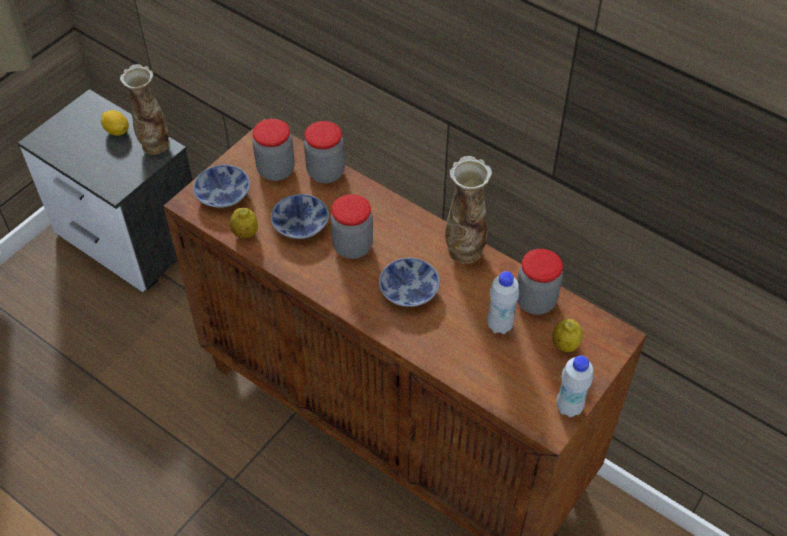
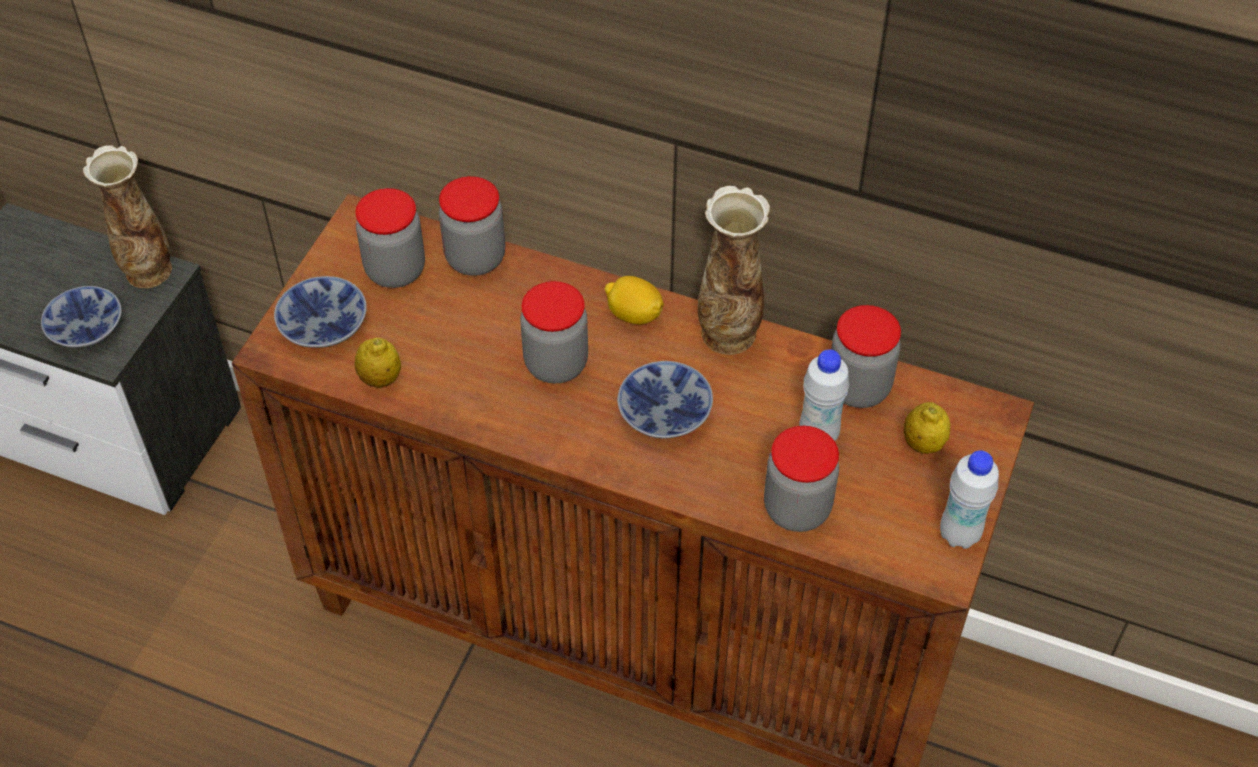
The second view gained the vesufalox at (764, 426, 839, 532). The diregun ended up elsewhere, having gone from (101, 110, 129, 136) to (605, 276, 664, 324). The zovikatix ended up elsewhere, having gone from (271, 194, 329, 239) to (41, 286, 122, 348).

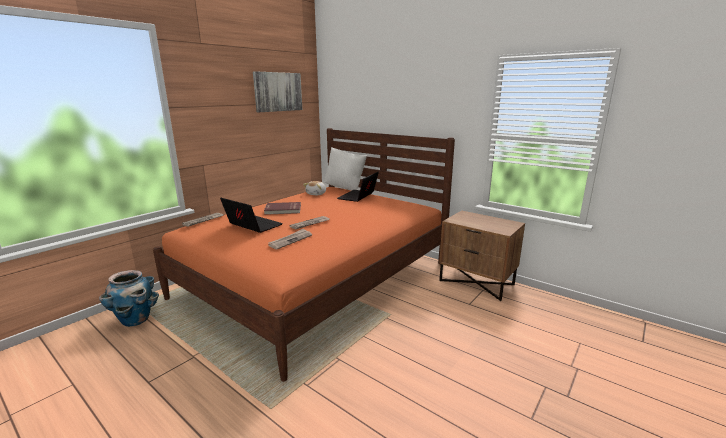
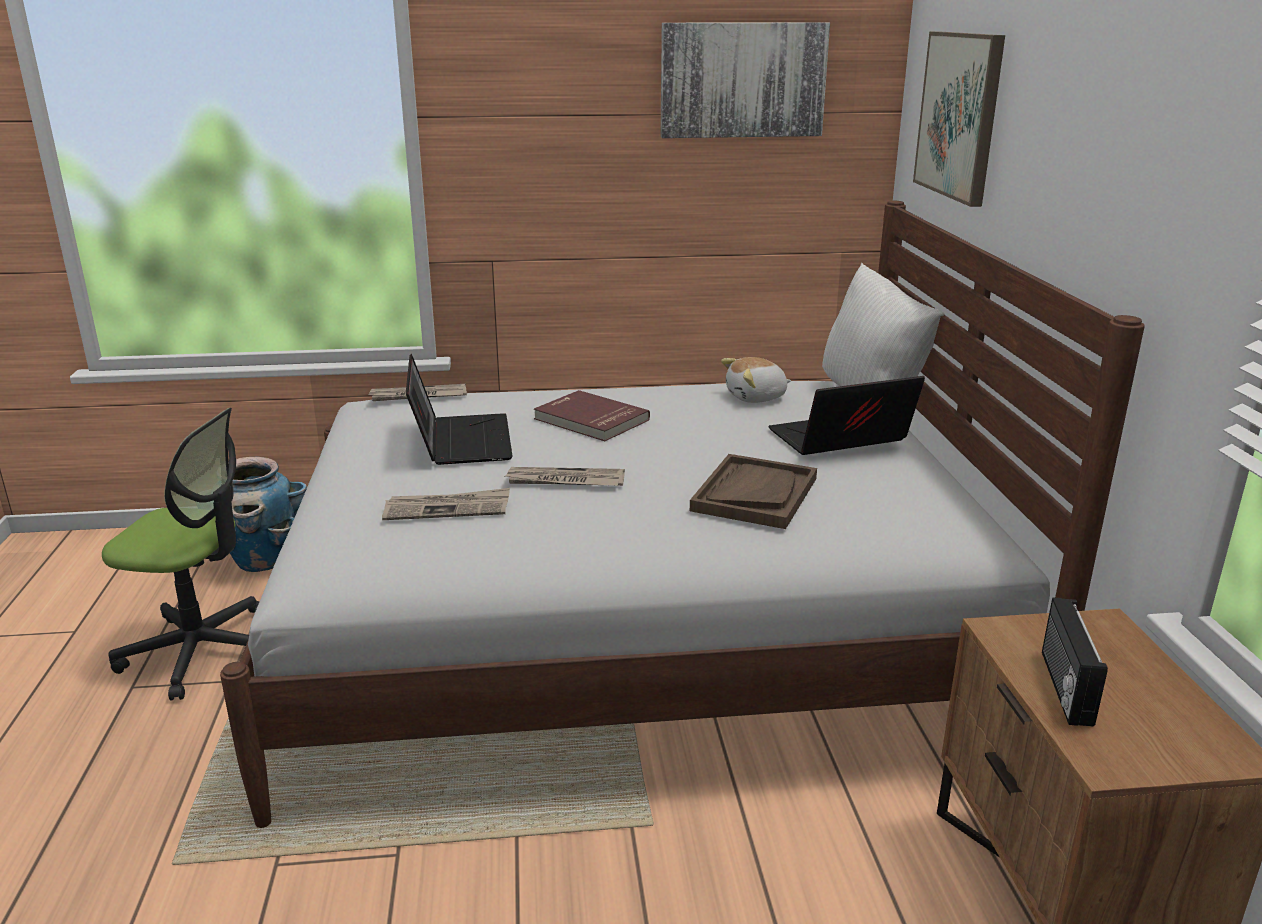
The second view gained the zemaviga at (102, 408, 259, 701). The second view gained the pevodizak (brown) at (690, 454, 817, 529). The second view gained the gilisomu at (913, 32, 1005, 207). The second view gained the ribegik at (1042, 597, 1108, 727). What was the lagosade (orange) at (153, 128, 455, 382) turned into the lagosade (white) at (220, 201, 1145, 828).

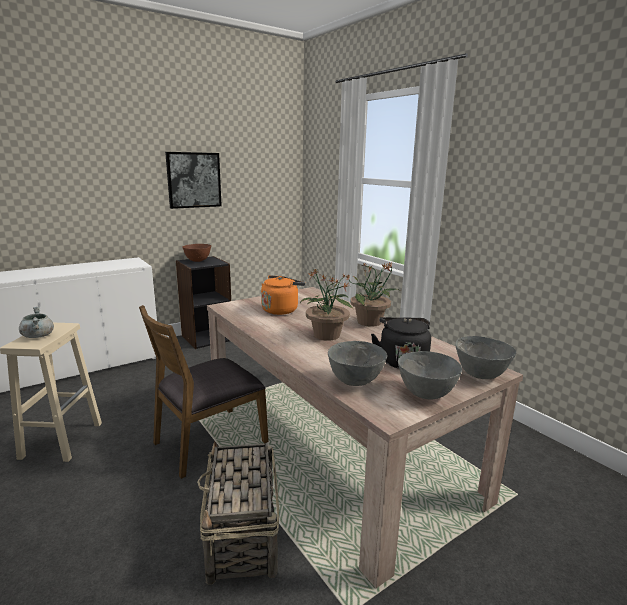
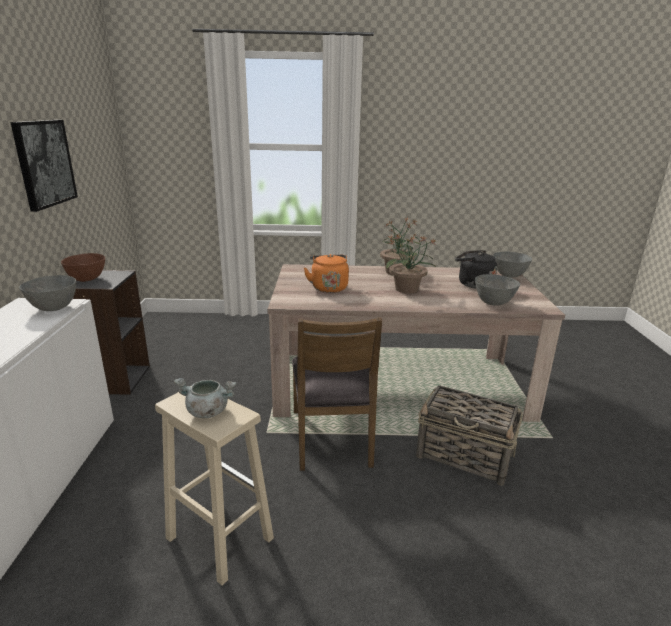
The zovikatix (grey) ended up elsewhere, having gone from (398, 351, 462, 399) to (19, 275, 76, 311).

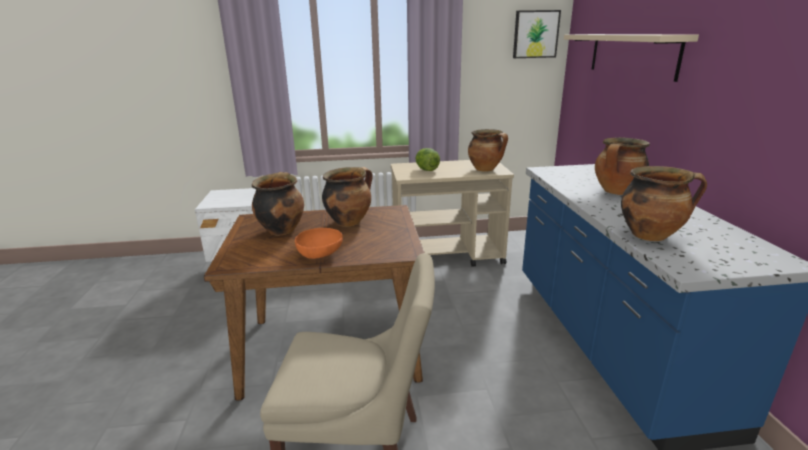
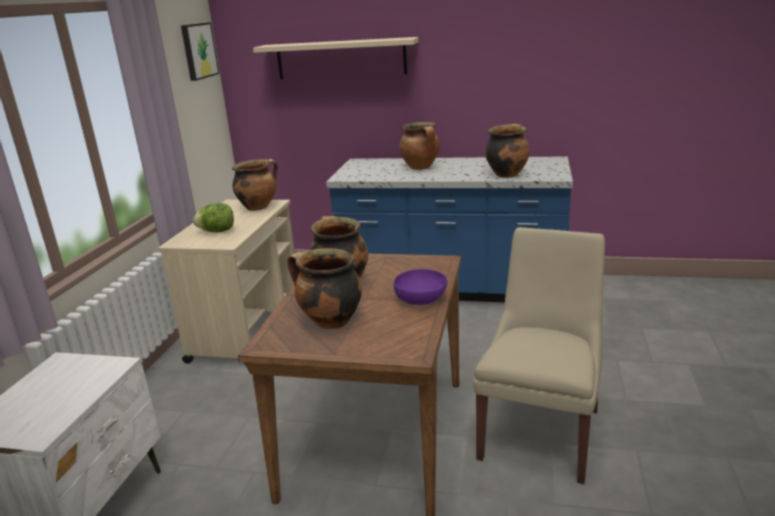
What was the zovikatix (orange) at (295, 228, 343, 259) turned into the zovikatix (purple) at (394, 269, 447, 305).

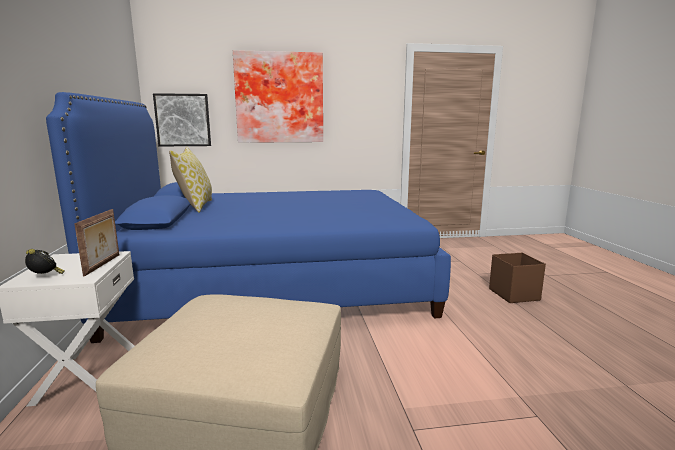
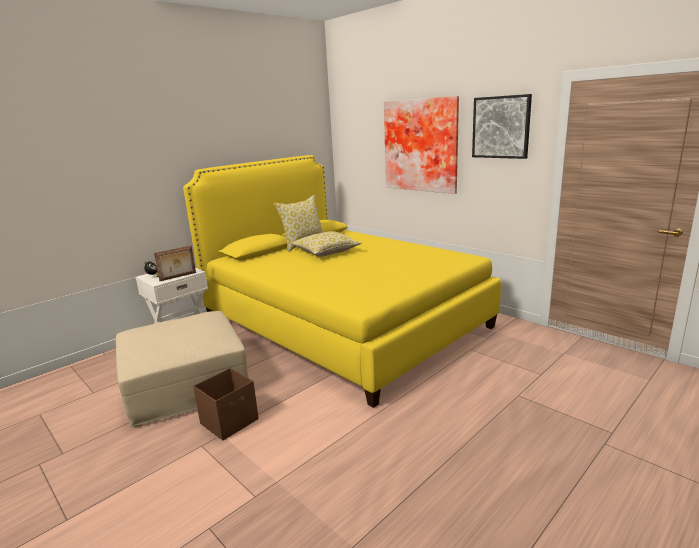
The second view gained the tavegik at (290, 231, 362, 257). The gilisomu ended up elsewhere, having gone from (153, 93, 211, 146) to (472, 94, 532, 159). The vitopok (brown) ended up elsewhere, having gone from (489, 253, 546, 303) to (193, 368, 259, 441). What was the lagosade (blue) at (46, 92, 451, 343) turned into the lagosade (yellow) at (183, 155, 501, 408).

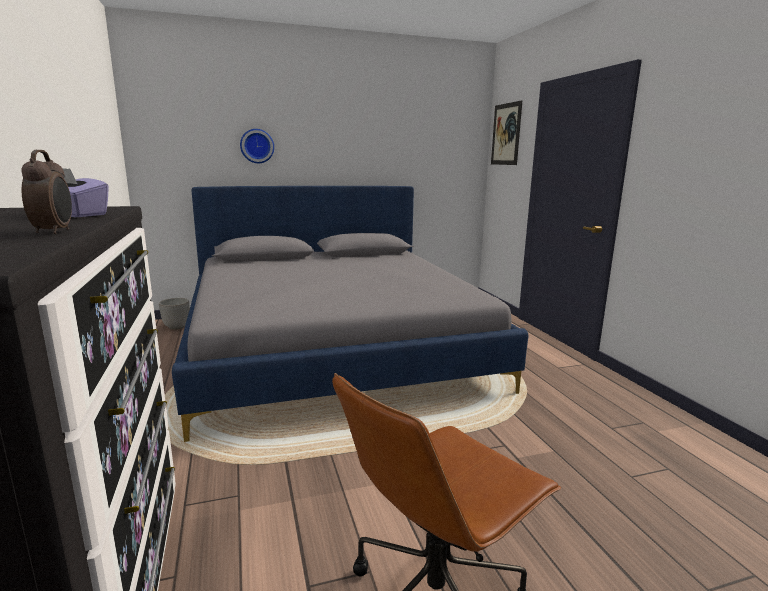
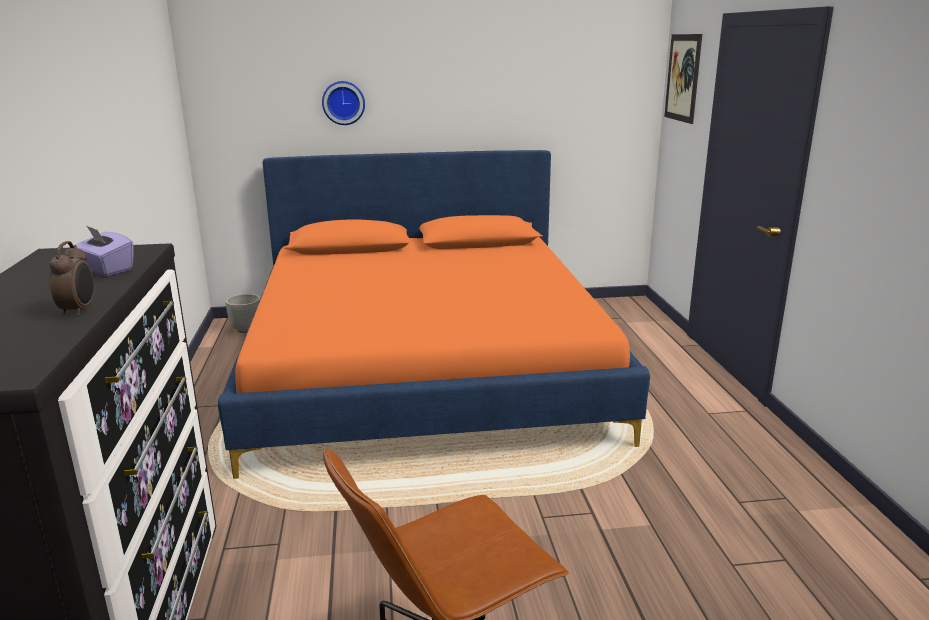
What was the lagosade (grey) at (172, 186, 529, 442) turned into the lagosade (orange) at (218, 150, 650, 479).

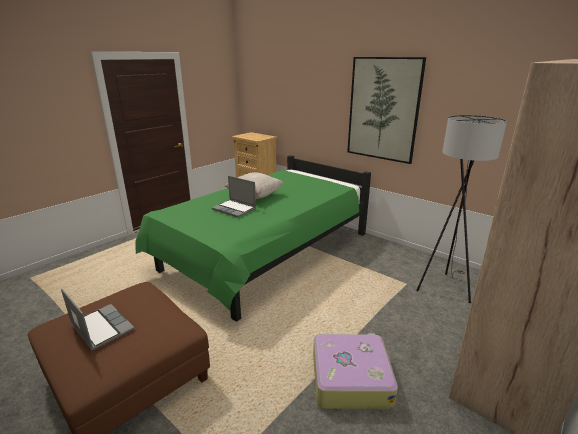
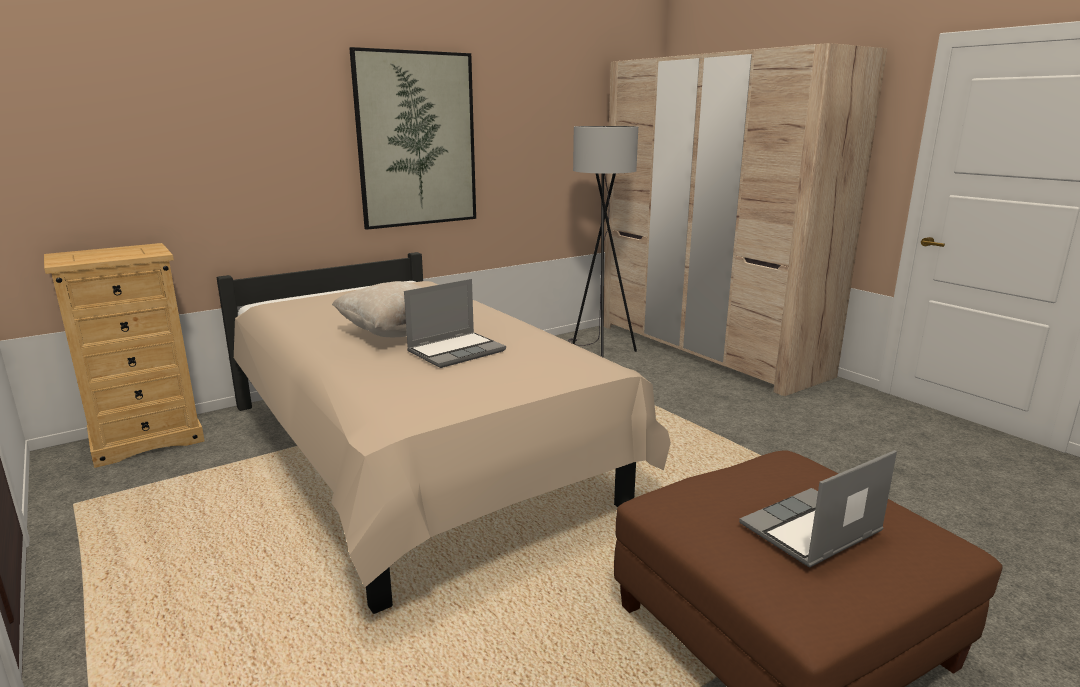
The second view lost the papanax at (313, 333, 398, 409). What was the lagosade (green) at (135, 155, 371, 322) turned into the lagosade (beige) at (217, 252, 671, 614).

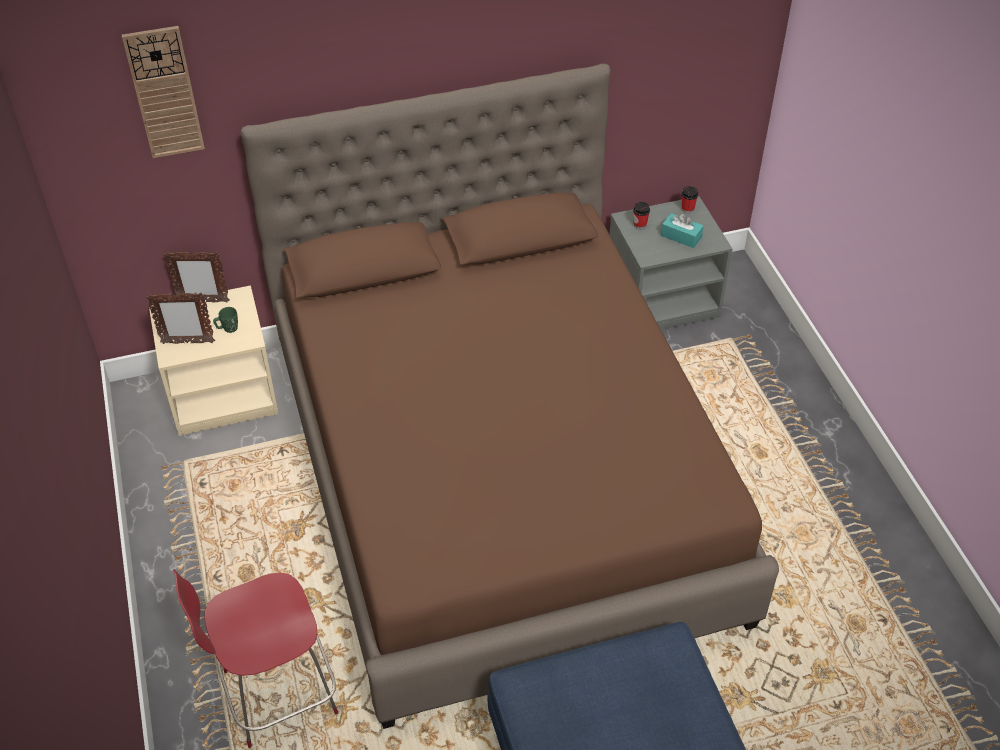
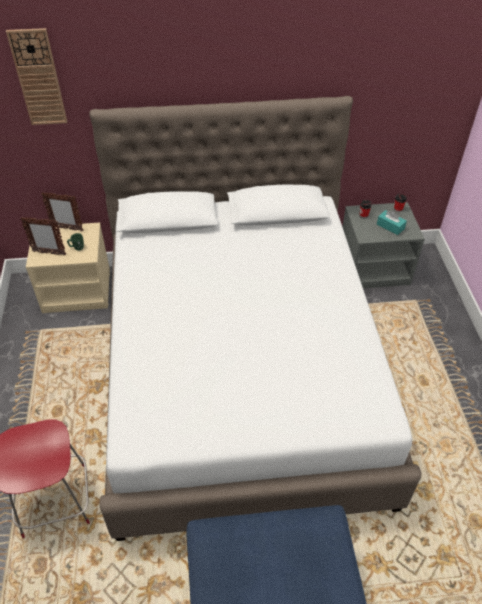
What was the lagosade (brown) at (241, 64, 779, 729) turned into the lagosade (white) at (89, 96, 421, 541).

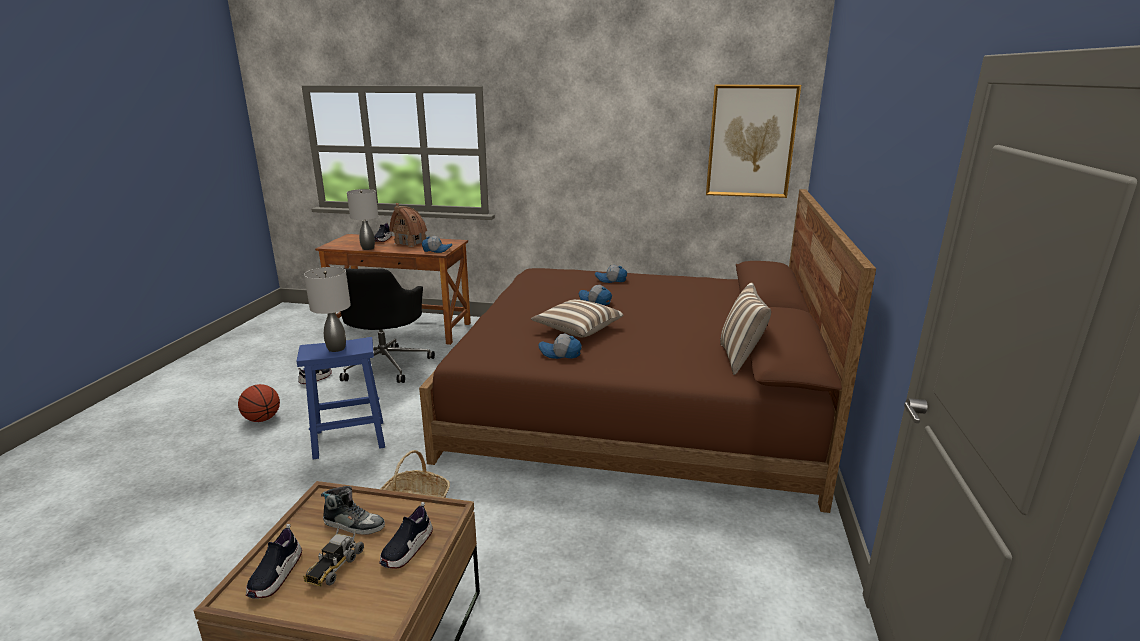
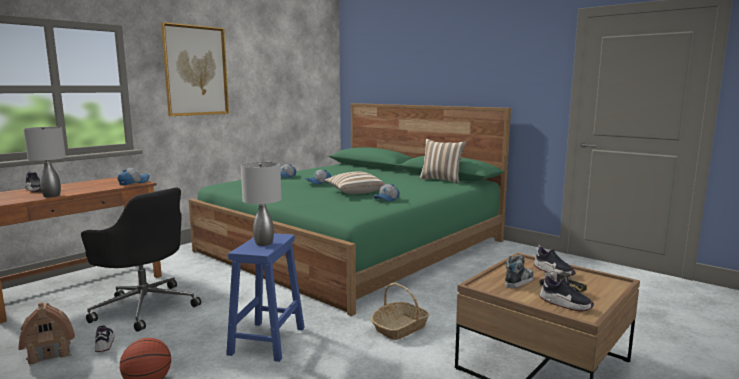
The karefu ended up elsewhere, having gone from (390, 203, 427, 247) to (18, 302, 75, 366). The gilisomu ended up elsewhere, having gone from (706, 85, 801, 198) to (161, 22, 229, 116). What was the lagosade (brown) at (419, 189, 876, 513) turned into the lagosade (green) at (189, 103, 511, 316).

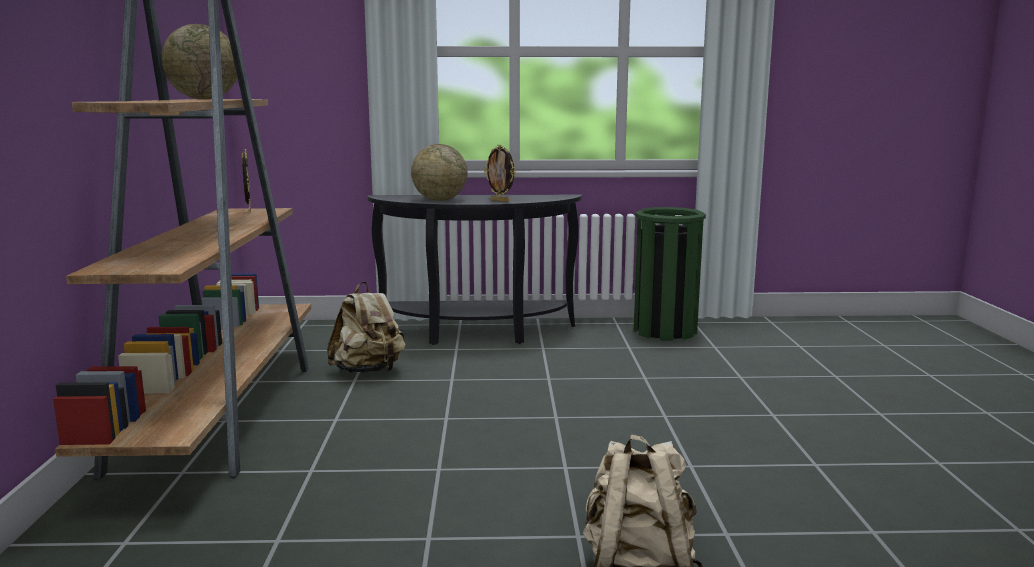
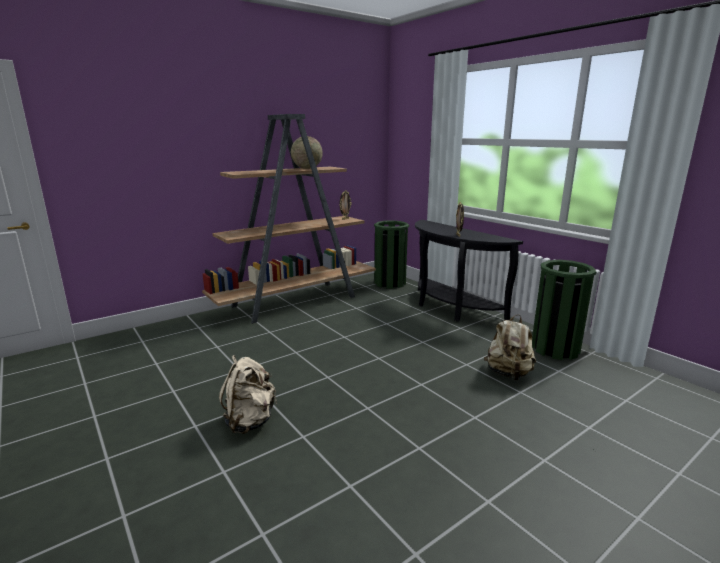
The second view lost the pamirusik at (411, 144, 468, 201). The second view gained the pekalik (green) at (374, 220, 409, 289). The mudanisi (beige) ended up elsewhere, having gone from (327, 281, 406, 373) to (484, 314, 536, 380).

